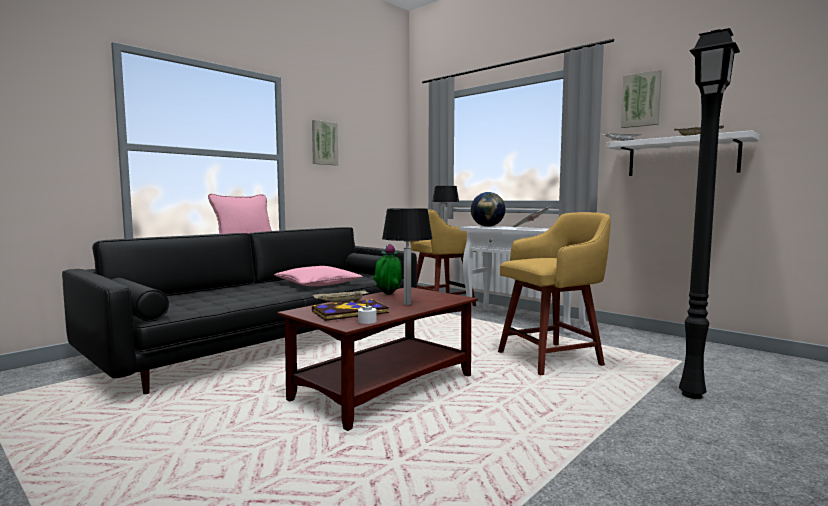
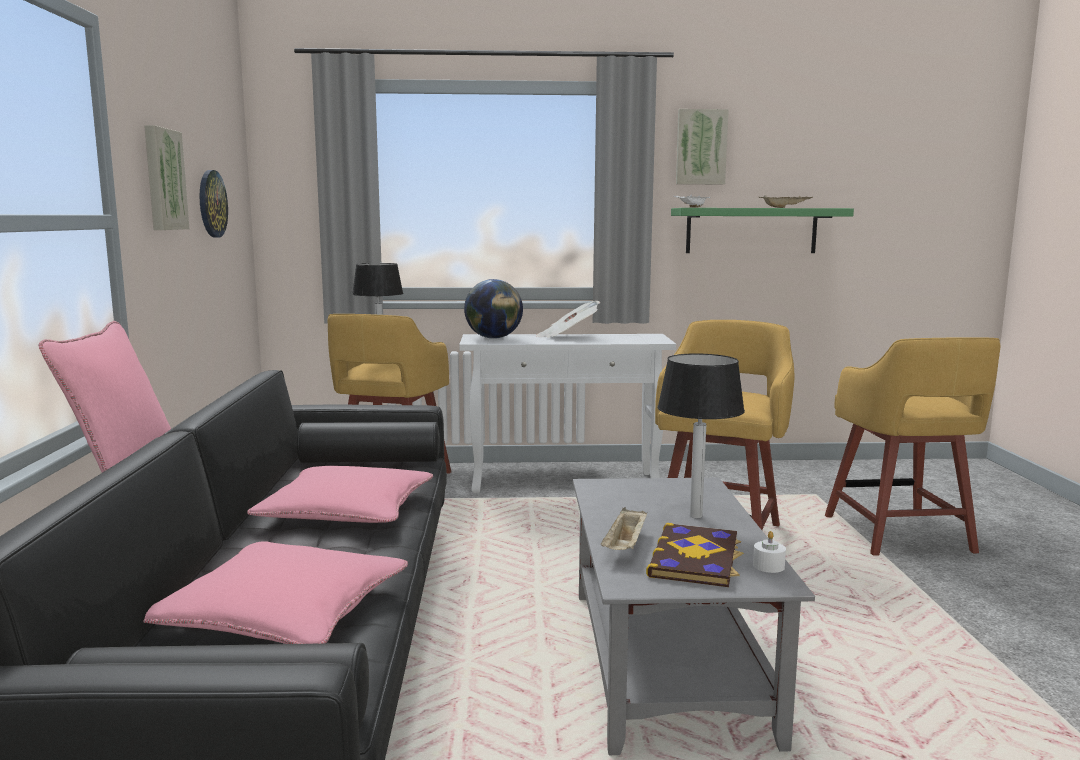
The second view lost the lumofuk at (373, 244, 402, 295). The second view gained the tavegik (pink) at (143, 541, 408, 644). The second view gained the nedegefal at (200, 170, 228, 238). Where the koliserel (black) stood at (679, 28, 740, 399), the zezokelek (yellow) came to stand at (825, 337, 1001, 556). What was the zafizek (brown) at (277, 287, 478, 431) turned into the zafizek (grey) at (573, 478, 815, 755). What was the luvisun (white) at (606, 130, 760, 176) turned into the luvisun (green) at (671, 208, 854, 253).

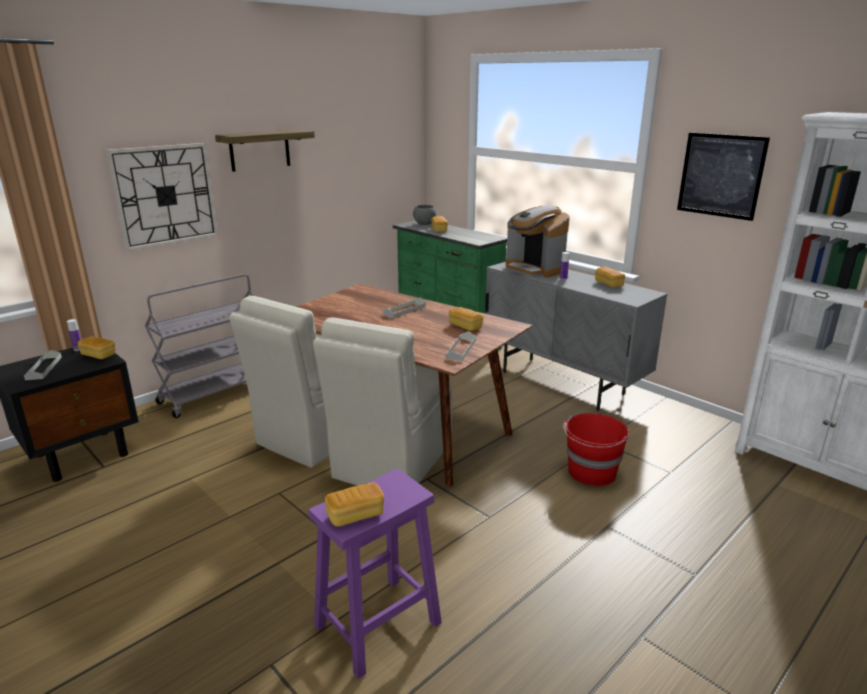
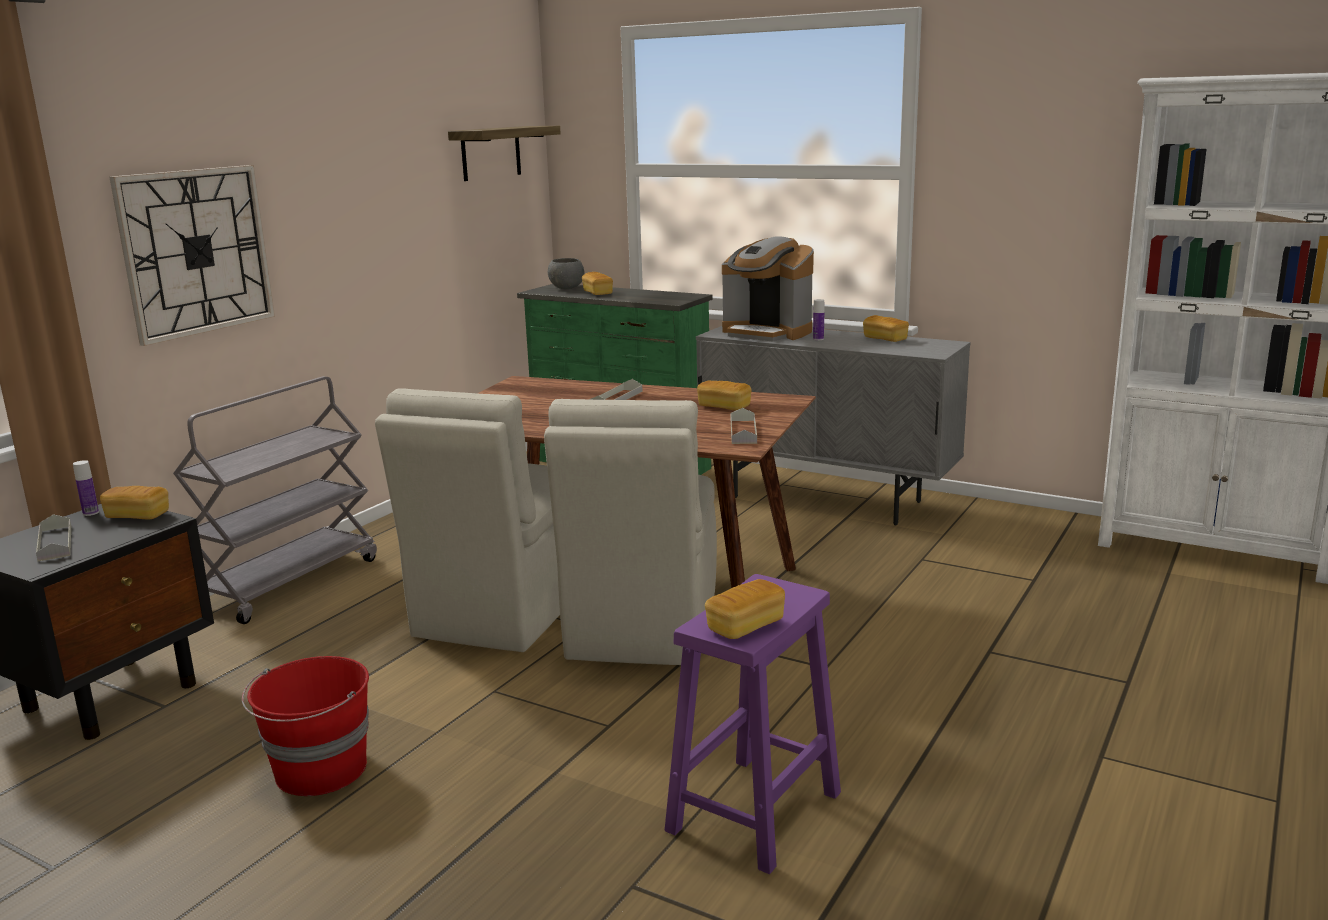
The second view lost the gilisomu at (677, 133, 770, 221). The luvisun ended up elsewhere, having gone from (215, 130, 315, 172) to (448, 126, 561, 181). The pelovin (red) ended up elsewhere, having gone from (563, 413, 629, 486) to (242, 656, 369, 796).

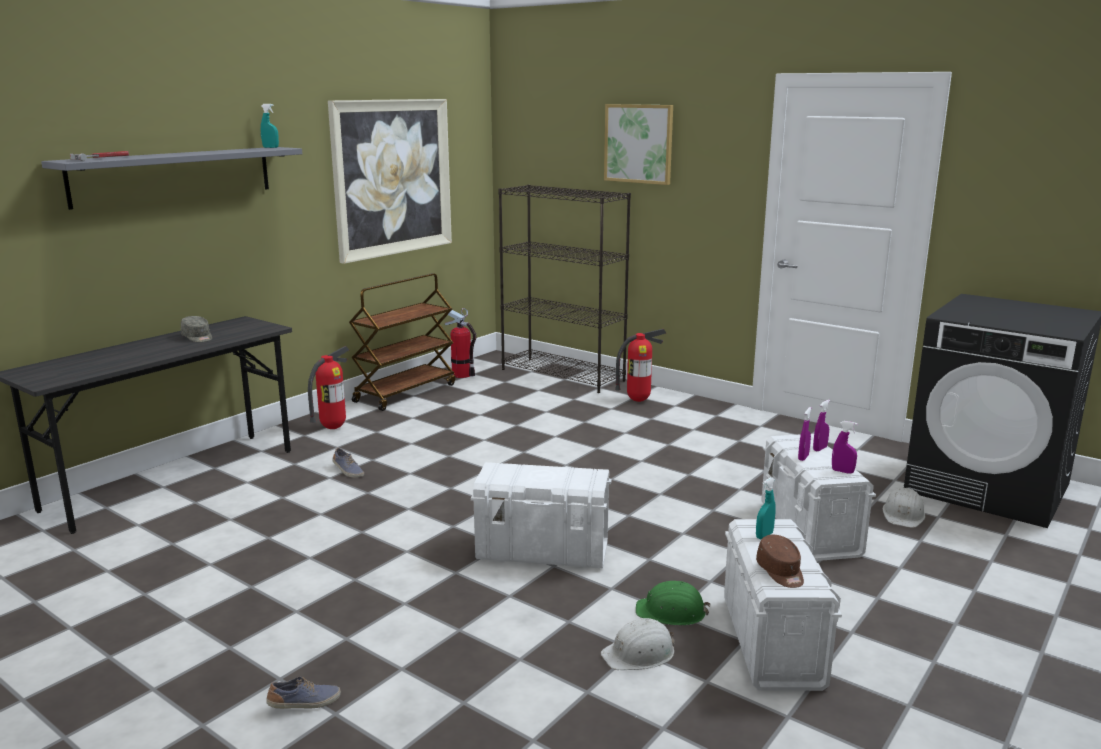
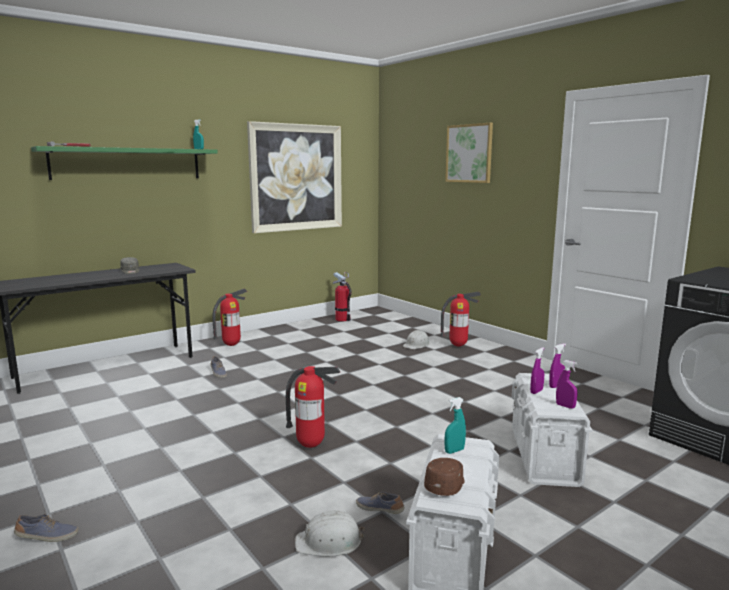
The second view lost the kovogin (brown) at (349, 273, 456, 411). The second view lost the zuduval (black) at (498, 185, 631, 393). The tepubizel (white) ended up elsewhere, having gone from (883, 487, 925, 528) to (403, 330, 430, 349). Where the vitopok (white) stood at (471, 462, 611, 568), the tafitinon came to stand at (286, 366, 340, 448). Where the tepubizel (green) stood at (636, 581, 710, 625), the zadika came to stand at (356, 492, 405, 514). What was the luvisun (grey) at (41, 147, 302, 210) turned into the luvisun (green) at (31, 146, 218, 180). The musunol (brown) at (756, 535, 804, 588) ended up facing another way, 150 degrees counterclockwise from before.

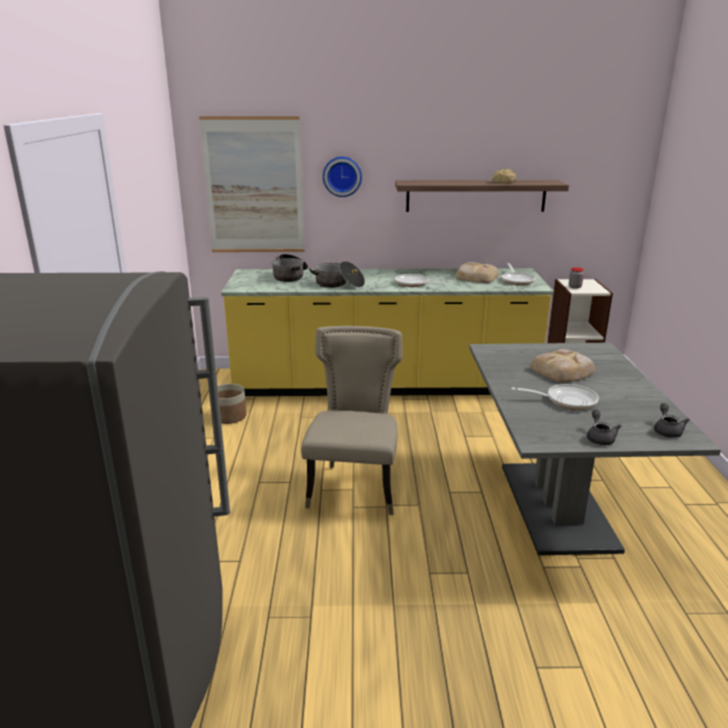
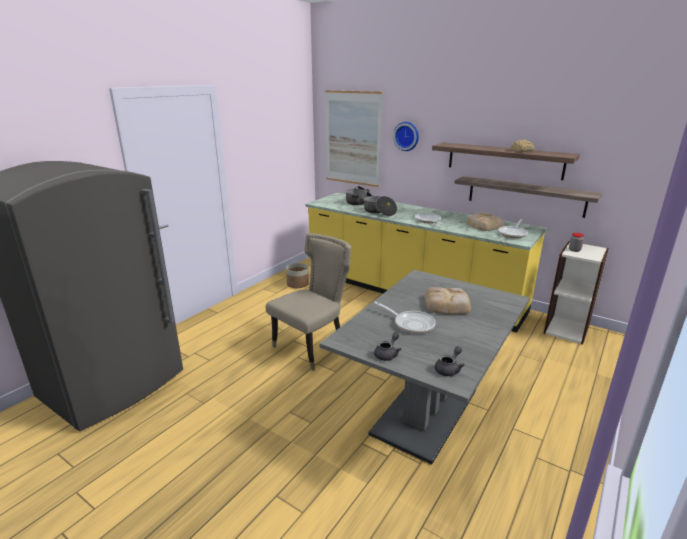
The second view gained the luvisun at (454, 176, 602, 218).

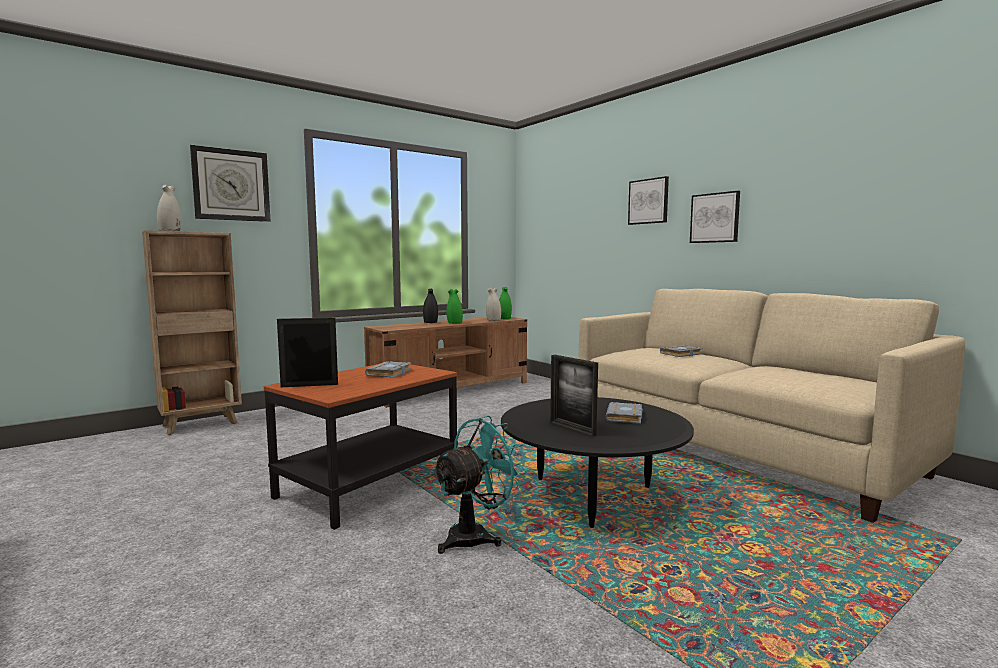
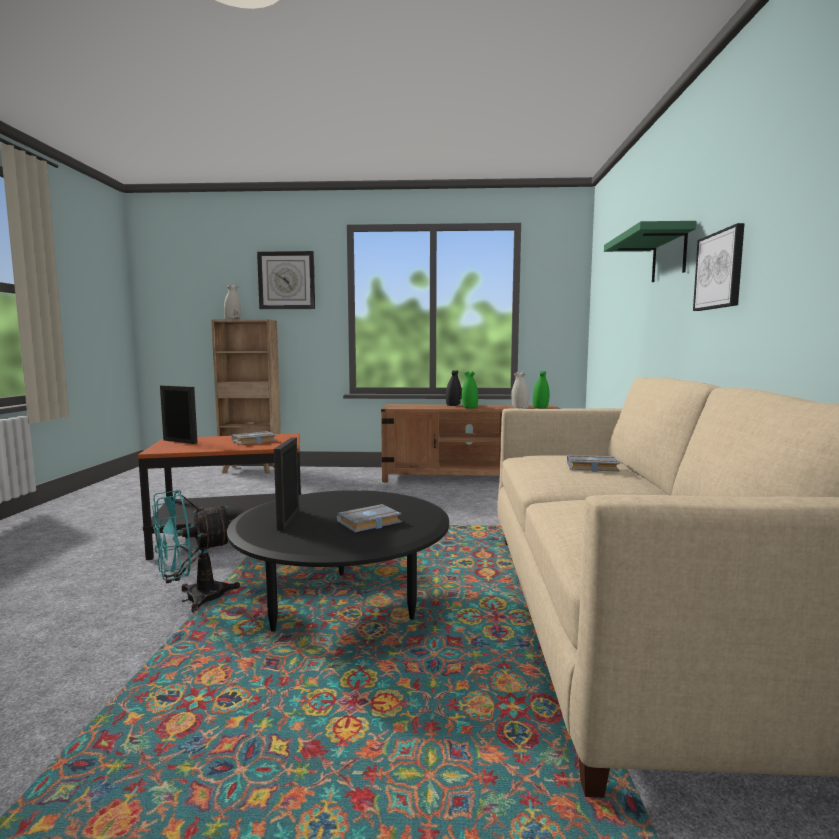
Where the gilisomu hung at (628, 176, 669, 225), the luvisun (green) came to hang at (604, 221, 696, 282). The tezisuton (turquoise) at (432, 416, 527, 554) ended up facing another way, 150 degrees clockwise from before.

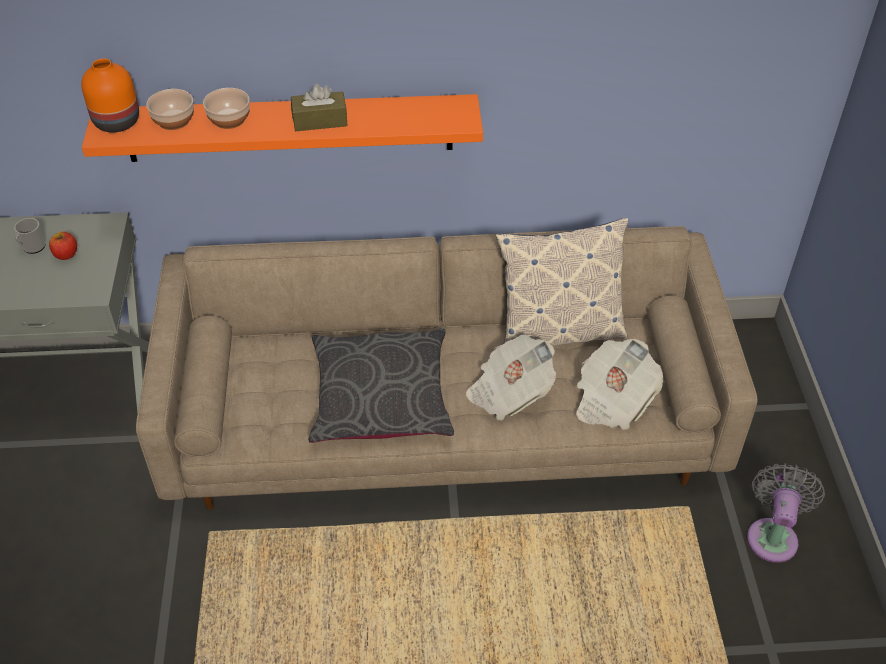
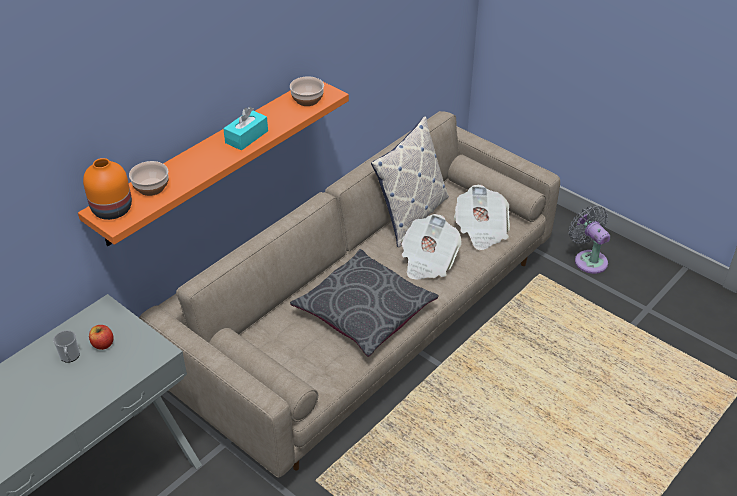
The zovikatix ended up elsewhere, having gone from (203, 88, 250, 129) to (290, 76, 324, 106). What was the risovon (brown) at (291, 84, 348, 131) turned into the risovon (turquoise) at (223, 107, 268, 151).

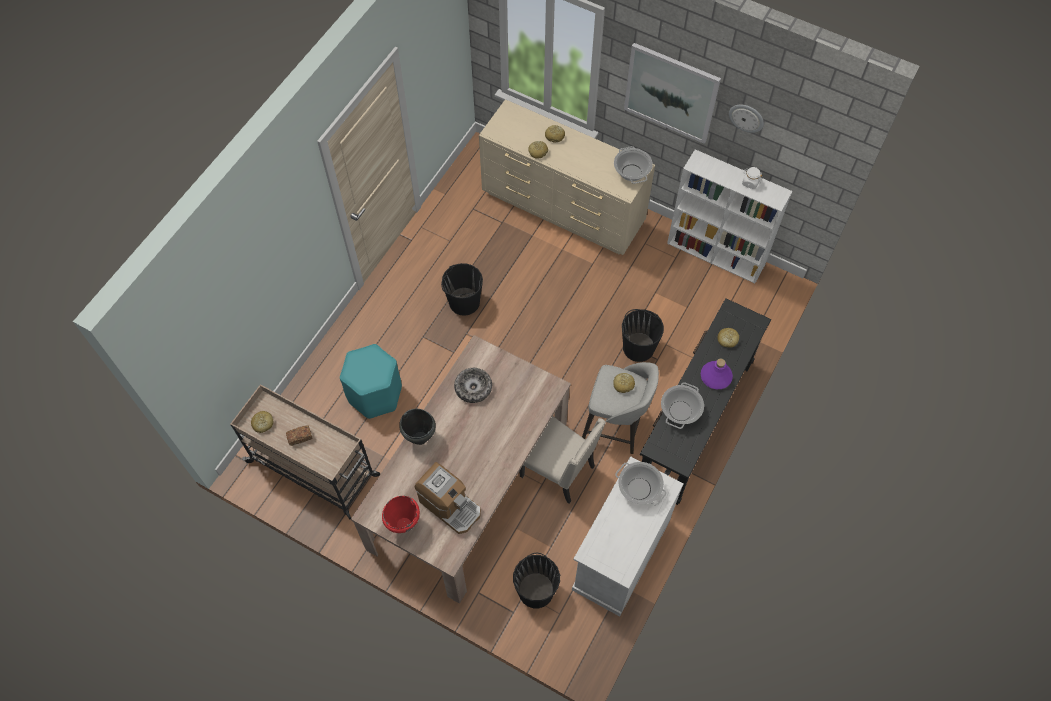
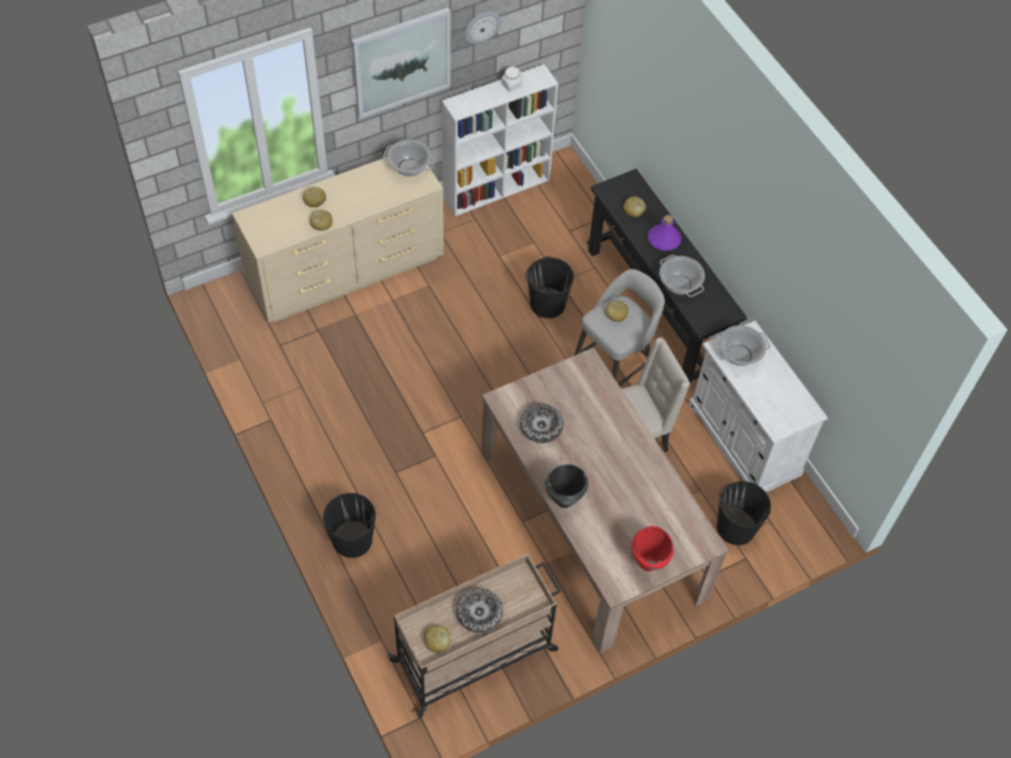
The second view lost the zezokelek (turquoise) at (340, 344, 402, 419). The second view lost the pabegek at (415, 462, 481, 534). The pelovin (black) ended up elsewhere, having gone from (441, 263, 483, 316) to (323, 493, 376, 558). Where the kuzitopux stood at (286, 425, 312, 446), the zovikatix came to stand at (456, 588, 503, 633).

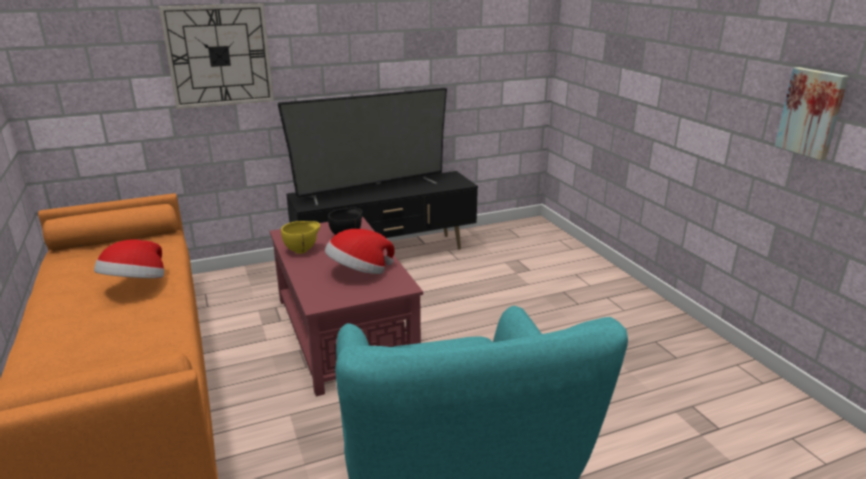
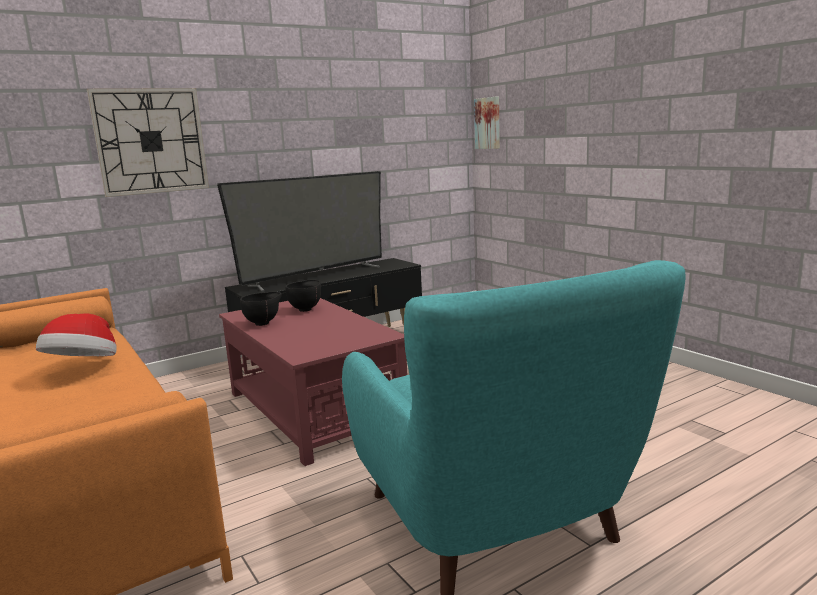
The second view lost the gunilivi at (325, 229, 395, 274). The gilisomu ended up elsewhere, having gone from (775, 67, 849, 160) to (474, 97, 500, 149). What was the zovikatix (yellow) at (281, 221, 320, 254) turned into the zovikatix (black) at (240, 291, 282, 326).

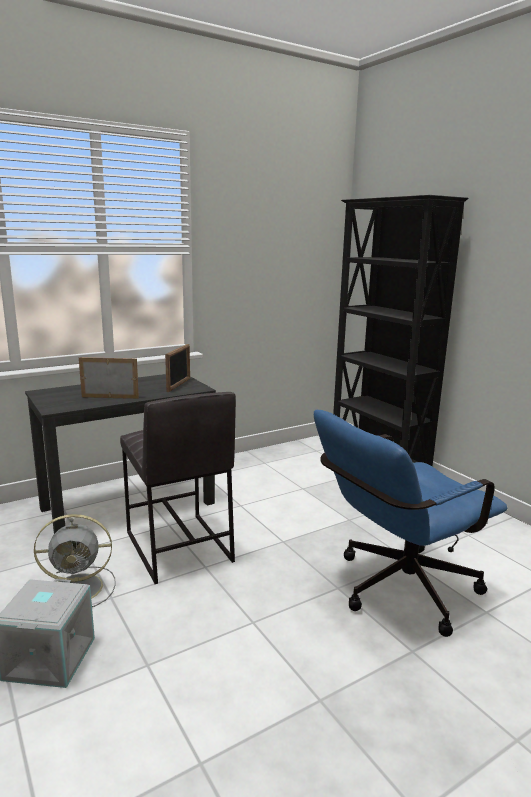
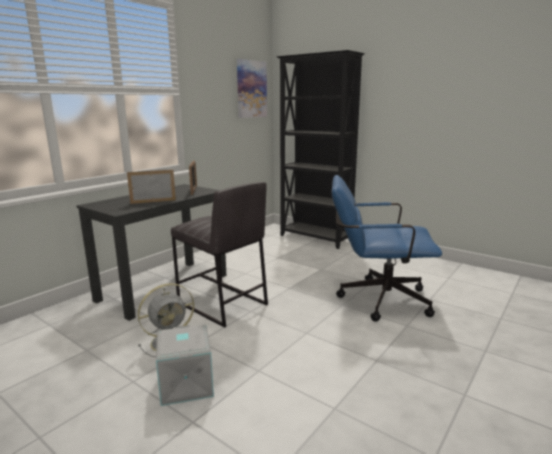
The second view gained the gilisomu at (237, 59, 267, 118). The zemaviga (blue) at (314, 410, 507, 637) ended up facing another way, 60 degrees clockwise from before.

